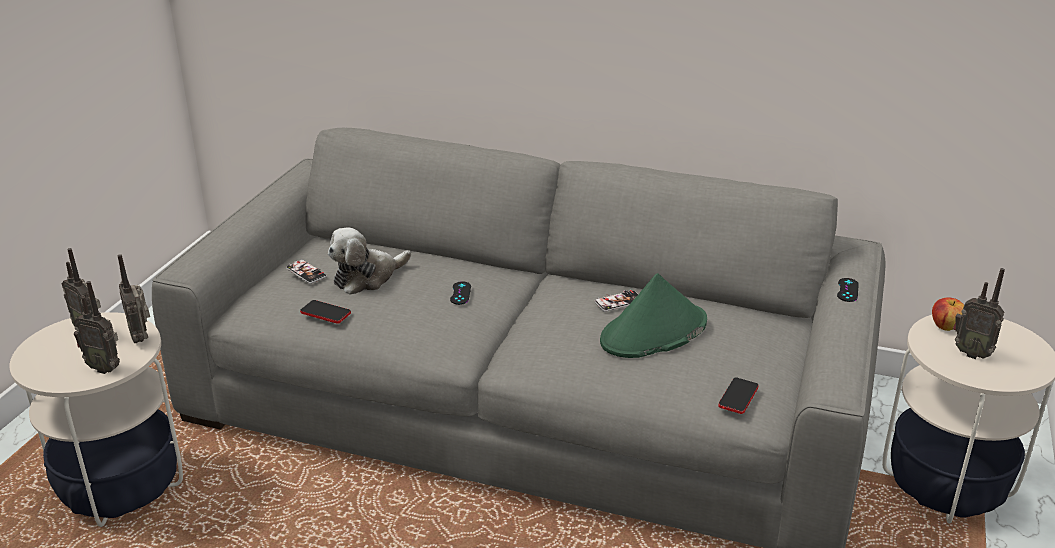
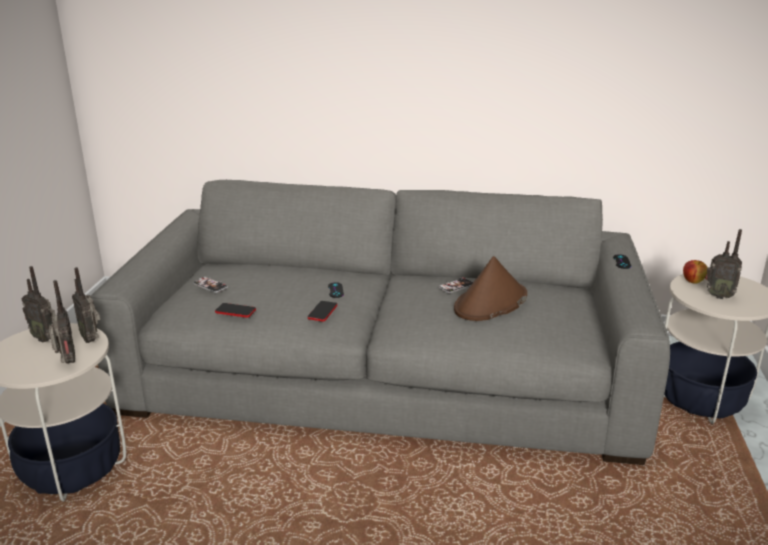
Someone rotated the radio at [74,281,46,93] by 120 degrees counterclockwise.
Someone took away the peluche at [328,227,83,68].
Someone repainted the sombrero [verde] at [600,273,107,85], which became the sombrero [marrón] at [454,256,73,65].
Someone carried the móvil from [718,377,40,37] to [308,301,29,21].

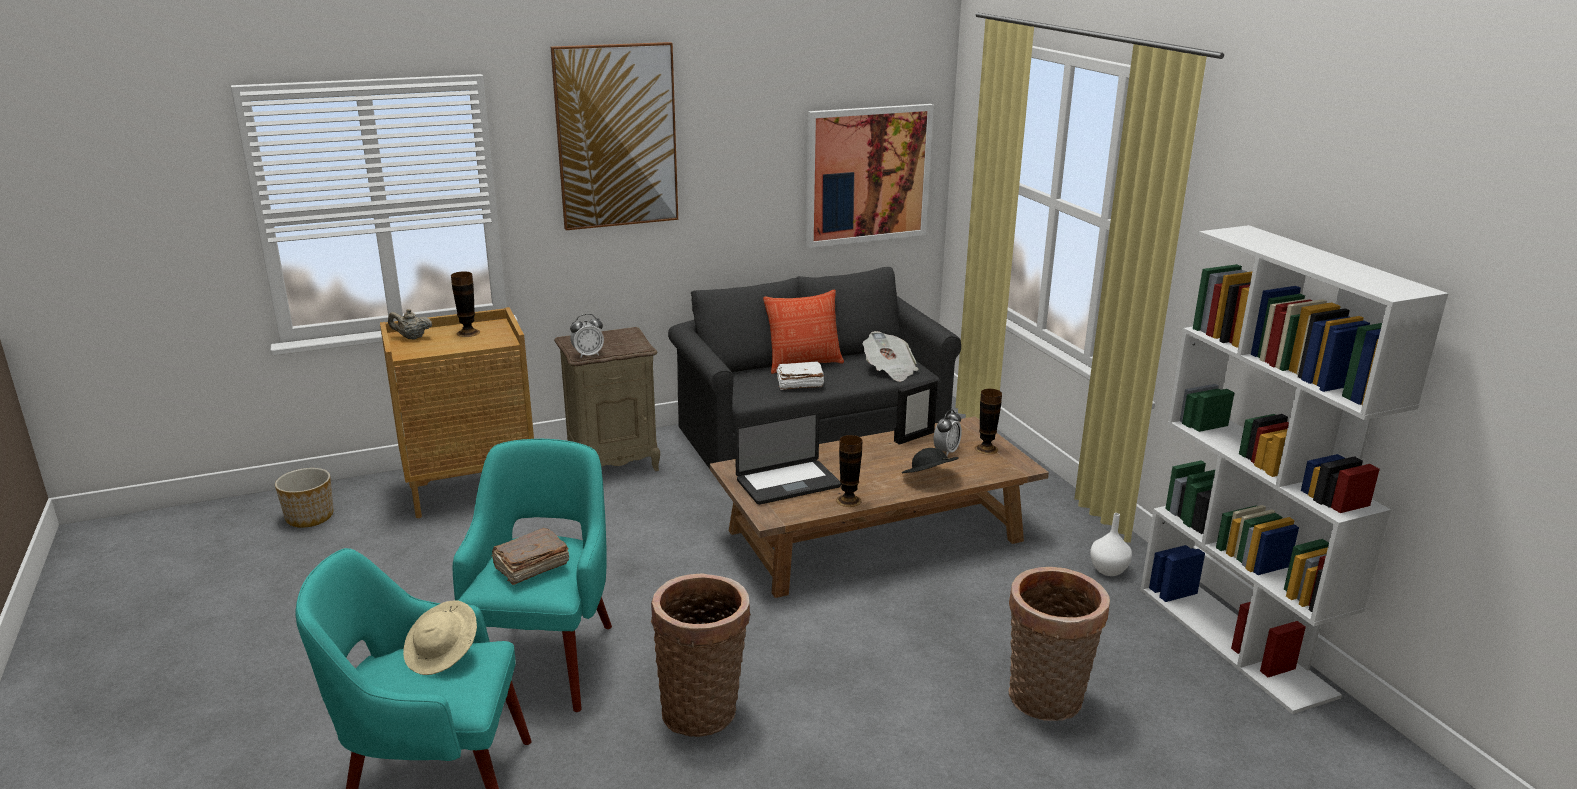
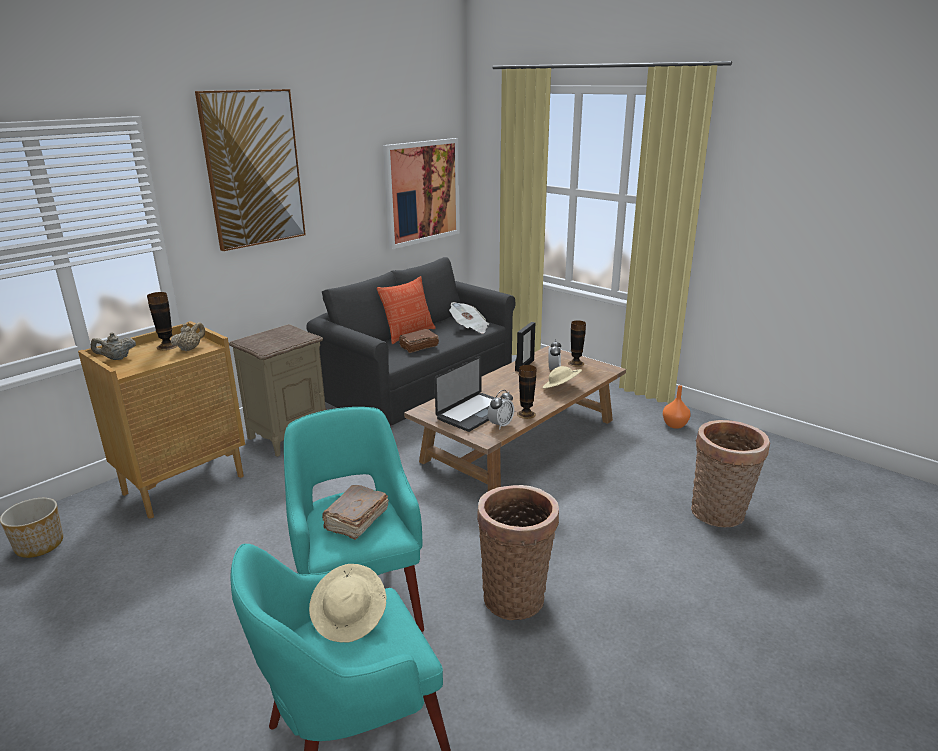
Someone carried the despertador from [570,314,34,44] to [488,390,26,40].
Someone repainted the libro [blanco] at [777,362,47,28], which became the libro [marrón] at [399,329,40,24].
Someone repainted the sombrero [negro] at [902,448,57,25], which became the sombrero [beis] at [543,366,39,23].
Someone repainted the florero [blanco] at [1090,513,42,63], which became the florero [naranja] at [663,385,28,44].
Someone took away the estantería [blanco] at [1140,225,309,489].
Someone put down the tetera [beis] at [171,322,34,29].

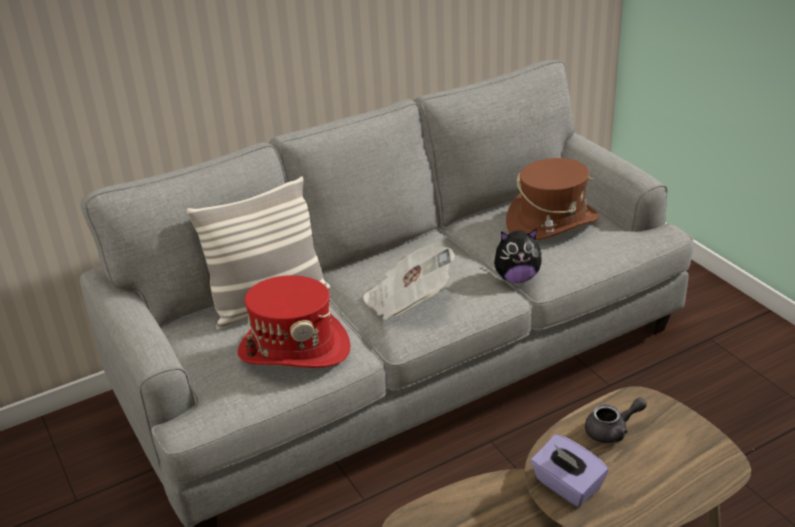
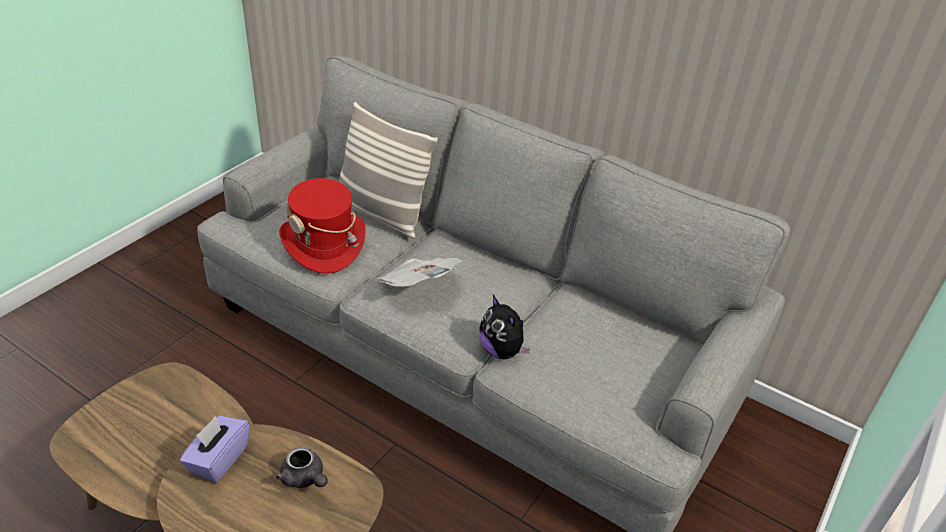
Someone took away the sombrero [marrón] at [506,158,93,82].

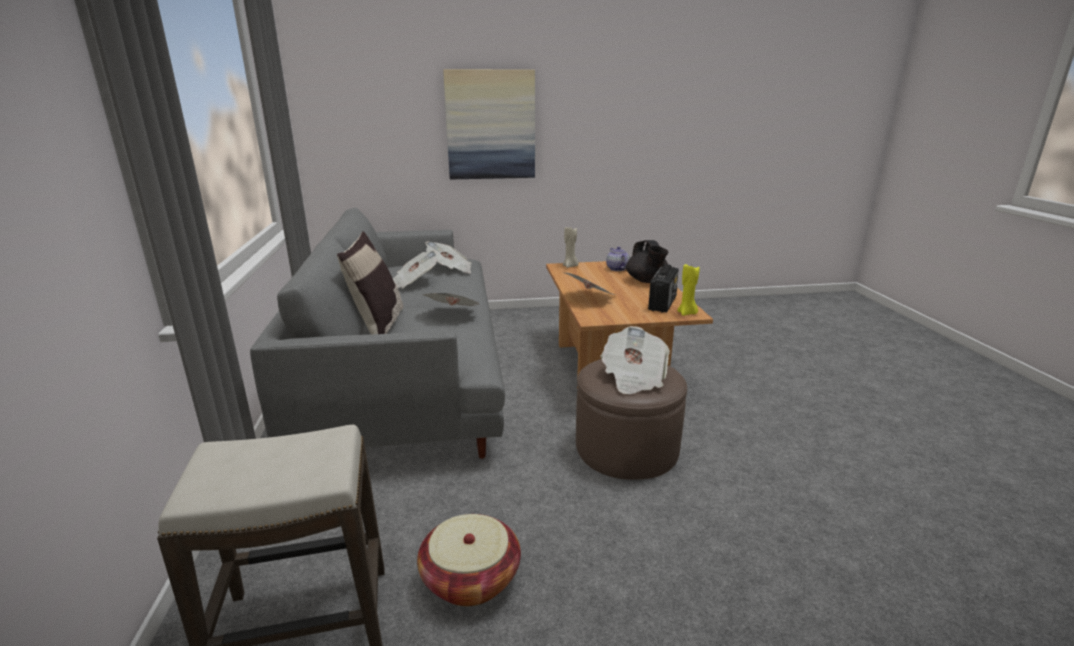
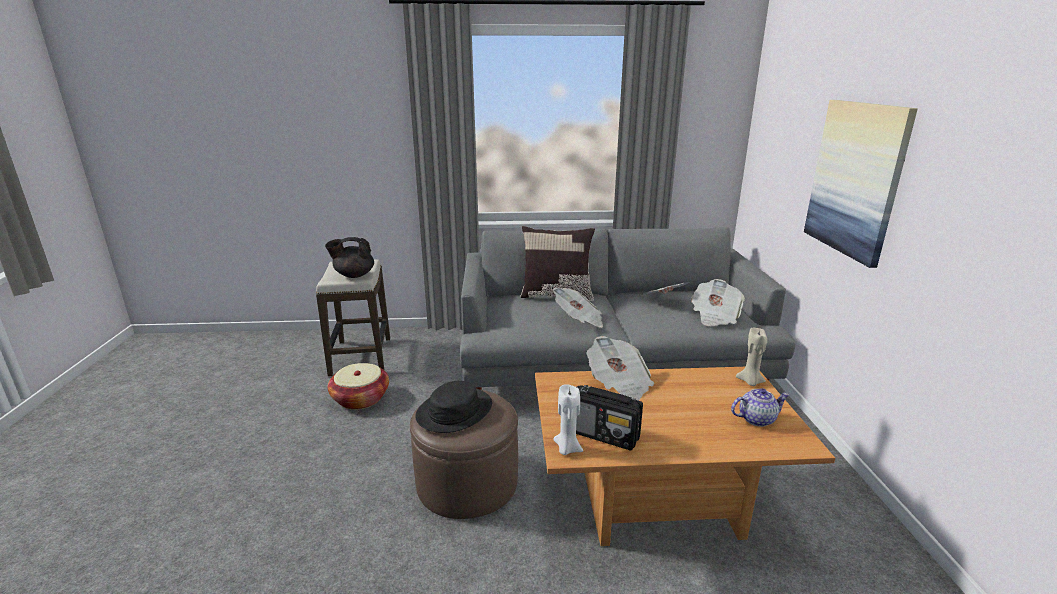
Someone swapped the periódico at [601,326,69,68] for the sombrero [negro] at [415,381,77,52].
Someone carried the tetera [negro] from [626,240,42,43] to [325,237,49,41].
Someone repainted the vela [amarillo] at [677,264,23,52], which became the vela [blanco] at [553,384,30,71].

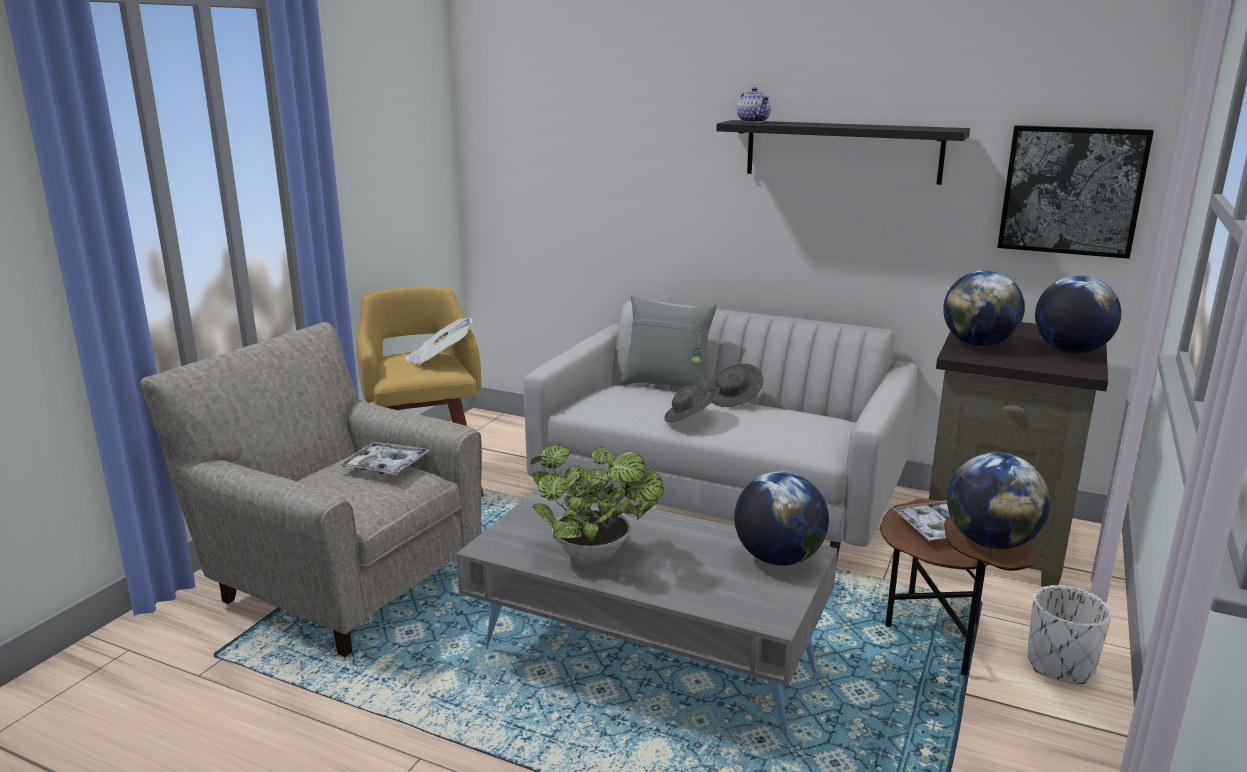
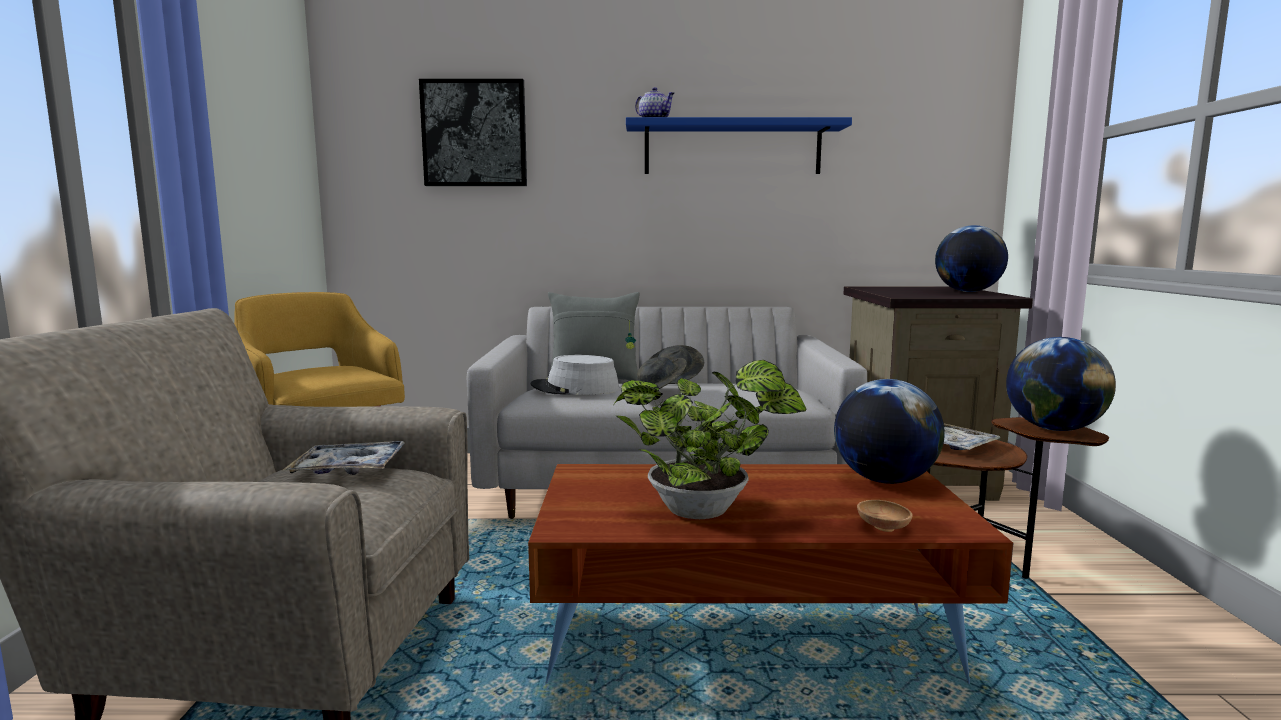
Someone took away the periódico at [405,318,68,47].
Someone repainted the mesa de centro [gris] at [456,488,382,253], which became the mesa de centro [marrón] at [528,464,485,220].
Someone repainted the estante [negro] at [716,120,254,65], which became the estante [azul] at [626,117,226,57].
Someone took away the globo terráqueo at [943,270,82,76].
Someone carried the cuadro from [997,125,157,134] to [419,79,108,107].
Someone took away the maceta [blanco] at [1028,585,84,99].
Someone put down the sombrero [gris] at [530,355,89,40].
Someone put down the cuenco [marrón] at [857,500,56,32].

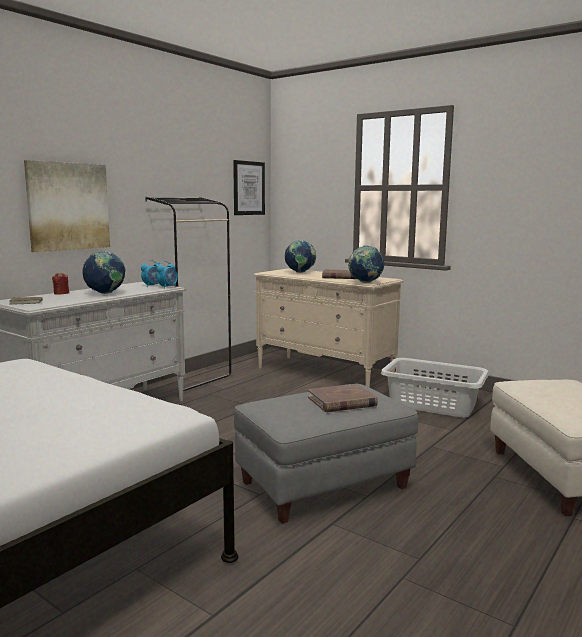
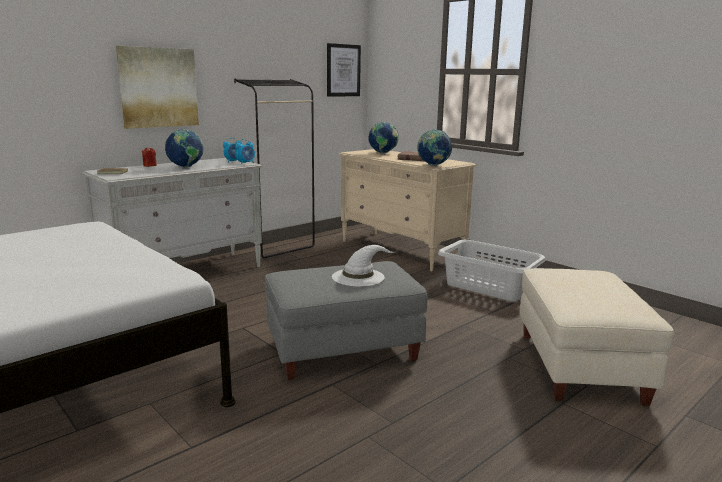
Someone swapped the libro [marrón] at [308,384,70,28] for the sombrero [blanco] at [332,245,62,41].

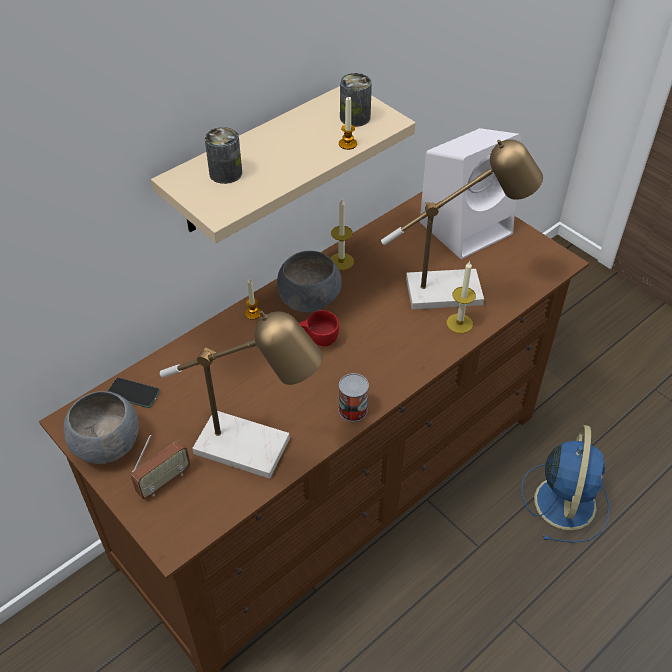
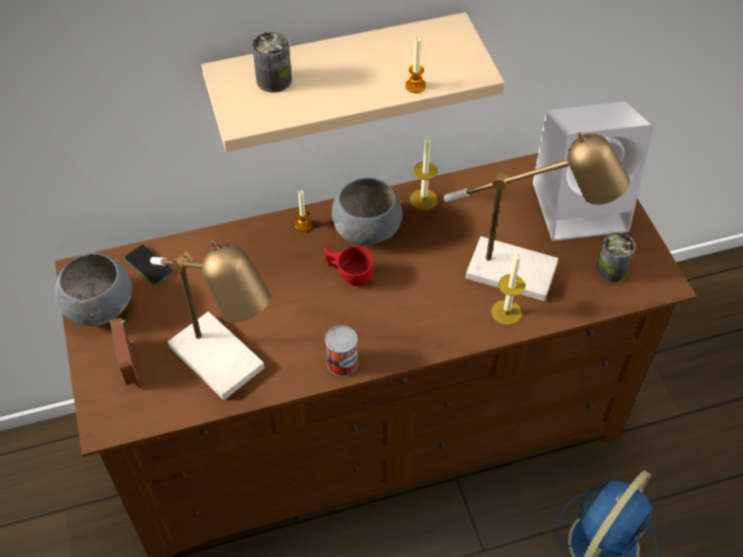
Someone rotated the radio at [131,435,60,64] by 90 degrees clockwise.
Someone carried the lata from [340,73,32,54] to [596,233,39,50].

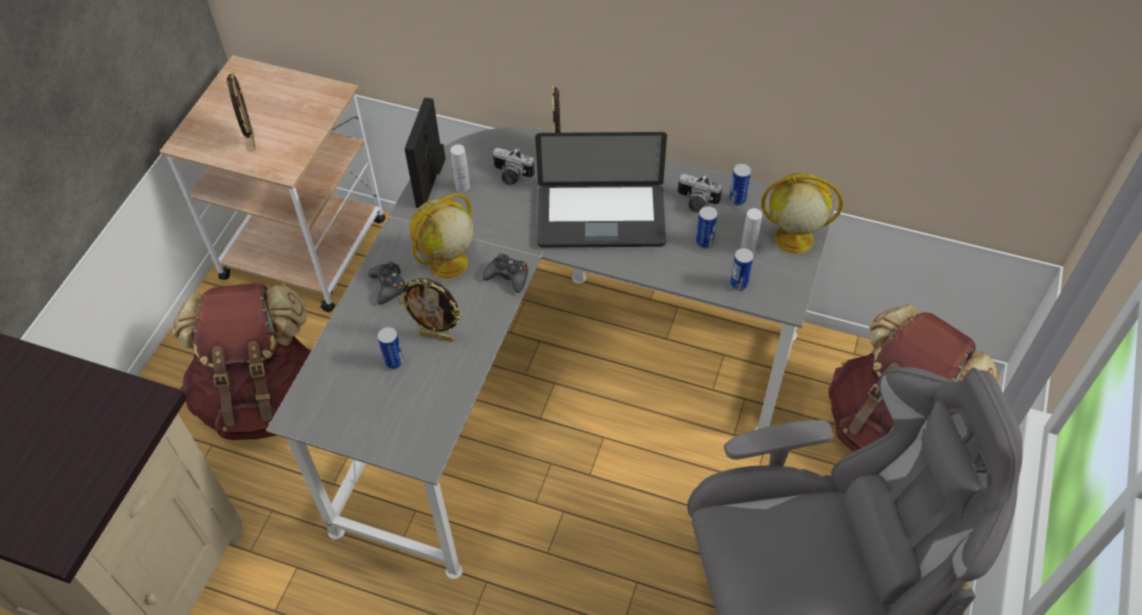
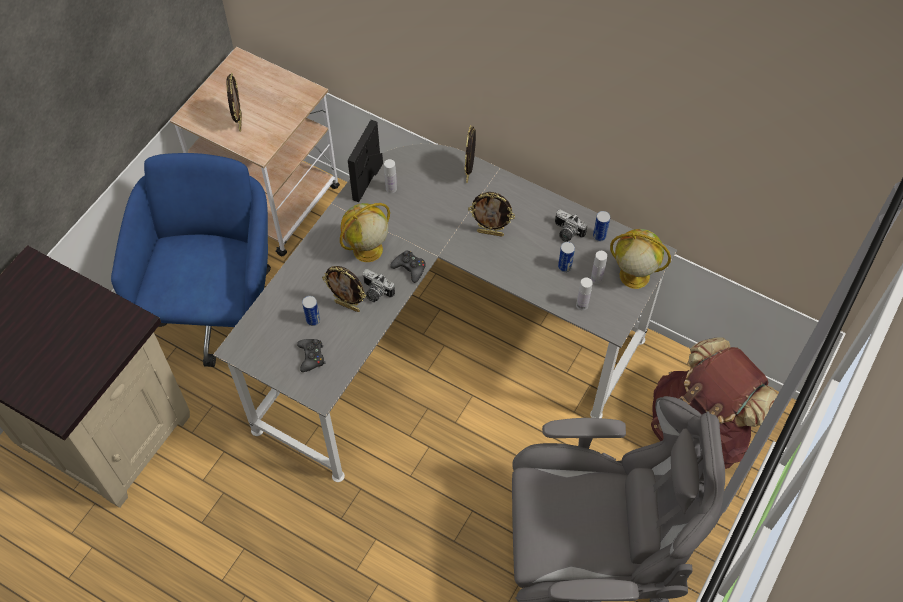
Someone swapped the mochila [marrón] at [173,283,137,157] for the silla de oficina [azul] at [111,153,160,214].
Someone carried the mando de consola [negro] from [368,262,38,42] to [297,339,28,33].
Someone carried the cámara from [493,148,42,37] to [363,269,32,33].
Someone swapped the portátil at [535,132,132,116] for the portarretratos at [468,192,47,45].
Someone swapped the lata at [730,248,24,43] for the botella [blanco] at [576,278,17,33].

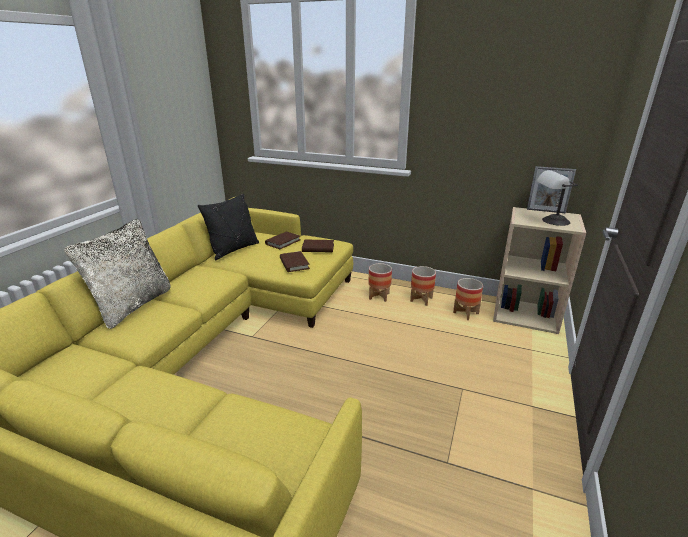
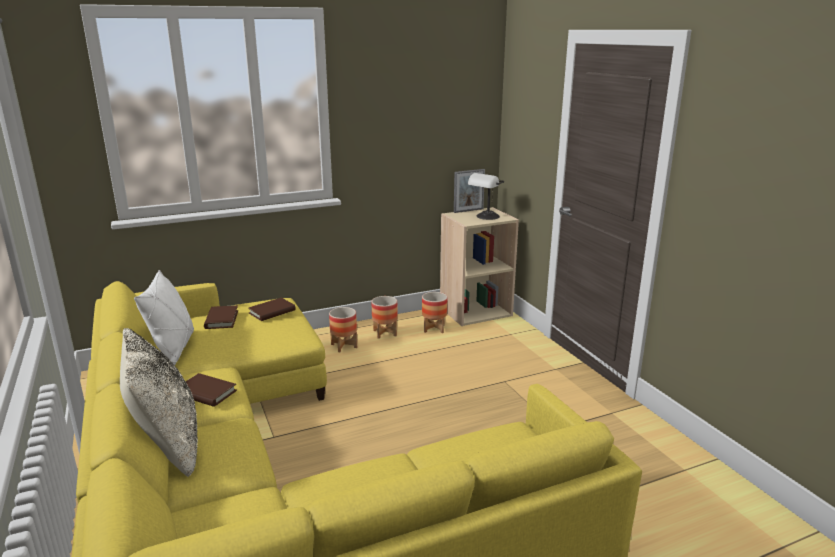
Someone repainted the cojín [negro] at [198,194,61,66], which became the cojín [blanco] at [134,270,60,95].
Someone carried the libro [marrón] from [280,251,30,21] to [186,373,51,34].

